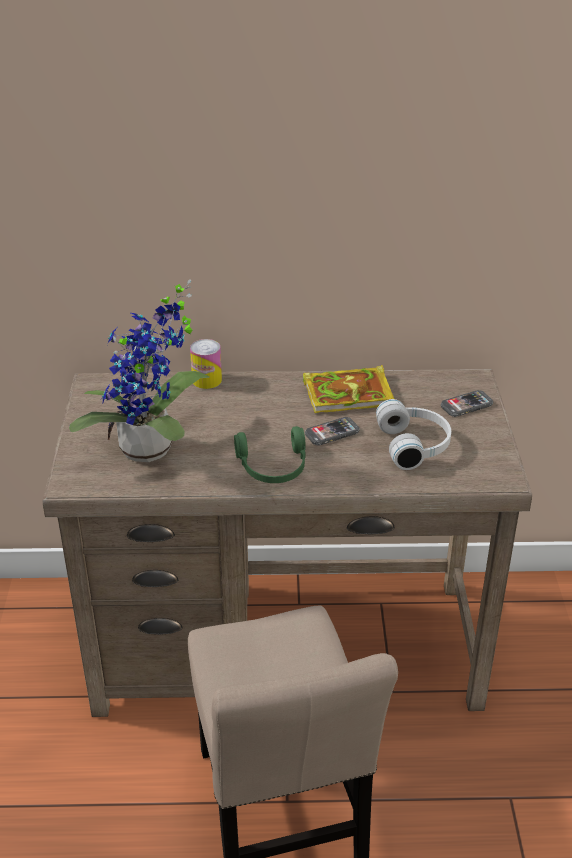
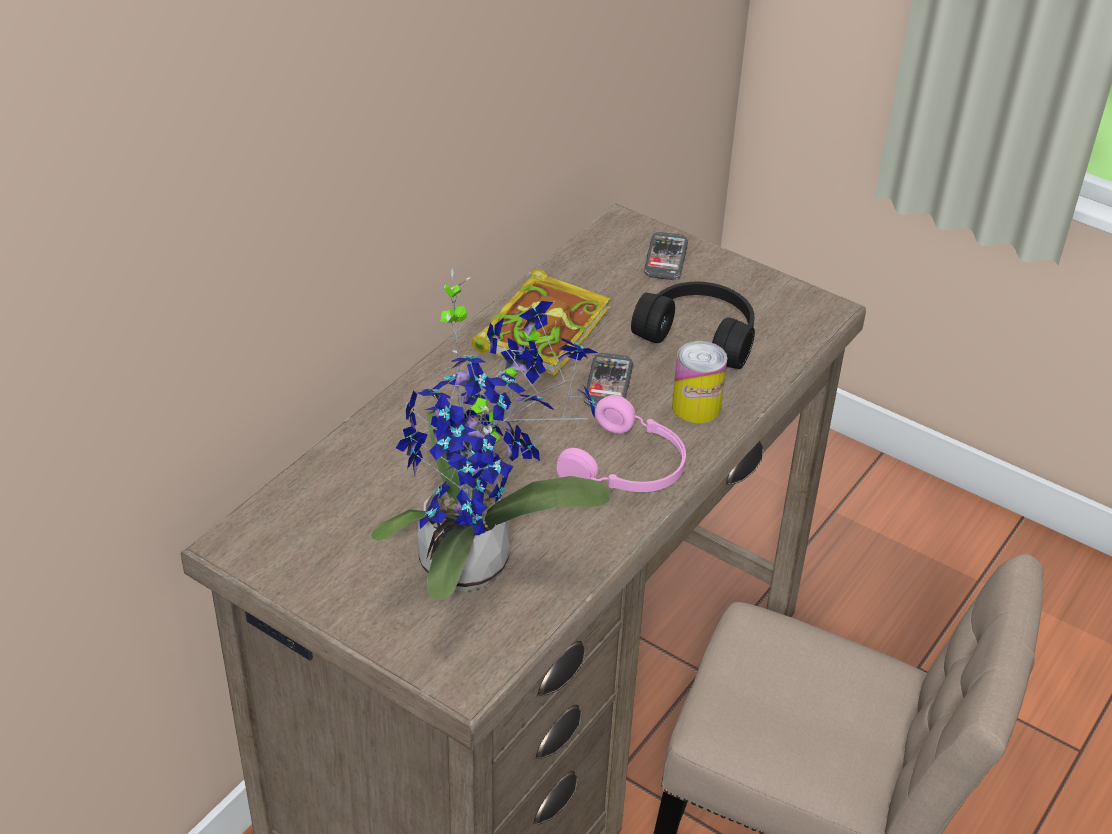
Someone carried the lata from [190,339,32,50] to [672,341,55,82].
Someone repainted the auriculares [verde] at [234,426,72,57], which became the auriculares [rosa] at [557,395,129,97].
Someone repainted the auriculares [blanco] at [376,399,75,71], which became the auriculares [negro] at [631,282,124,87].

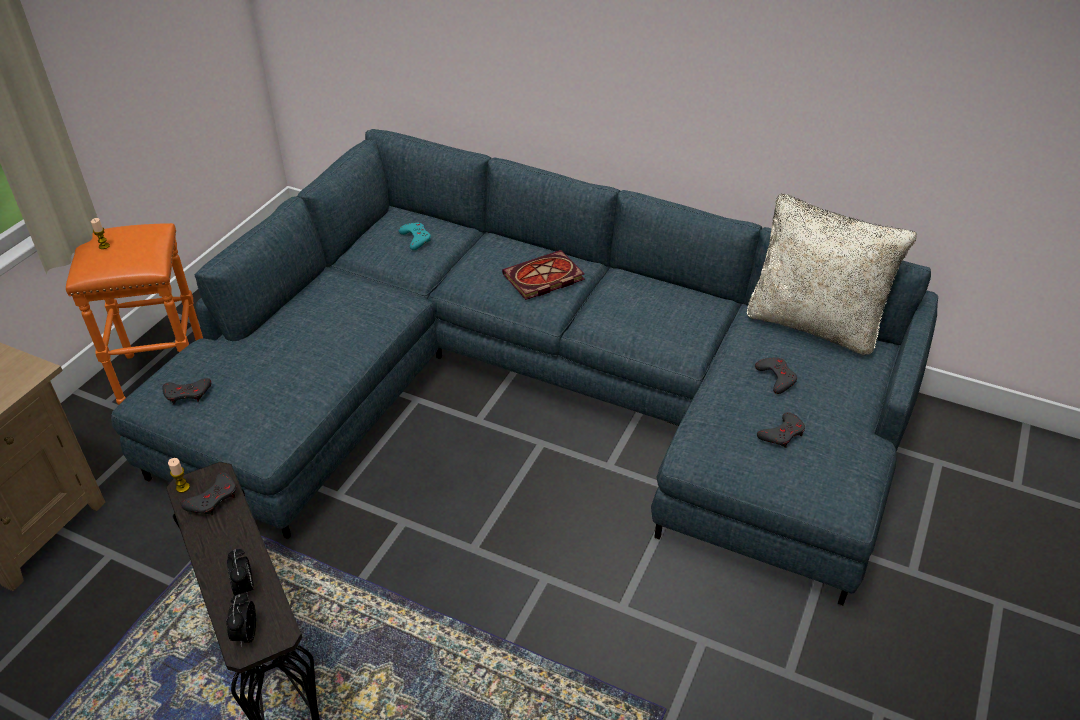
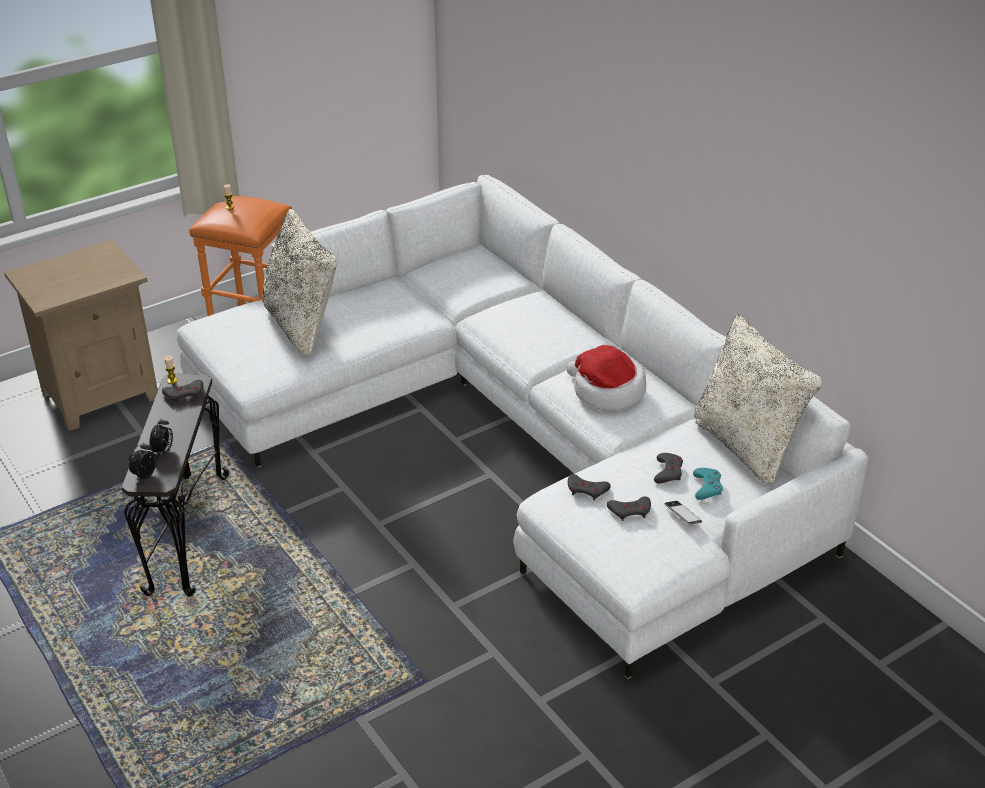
Someone repainted the sofá [azul] at [111,129,827,477], which became the sofá [blanco] at [177,175,691,504].
Someone carried the mando de consola [gris] from [162,378,49,27] to [568,474,43,26].
Someone carried the mando de consola [turquesa] from [398,223,33,27] to [693,468,30,32].
Someone took away the libro at [502,250,83,50].
Someone put down the cojín [beis] at [262,209,76,148].
Someone put down the sombrero at [567,345,79,65].
Someone put down the móvil at [665,501,37,24].

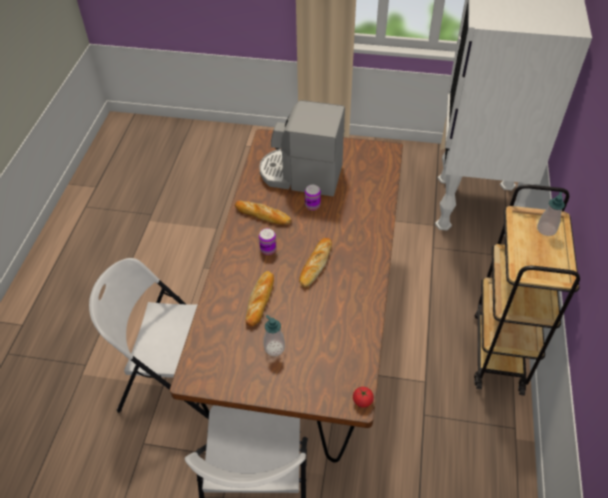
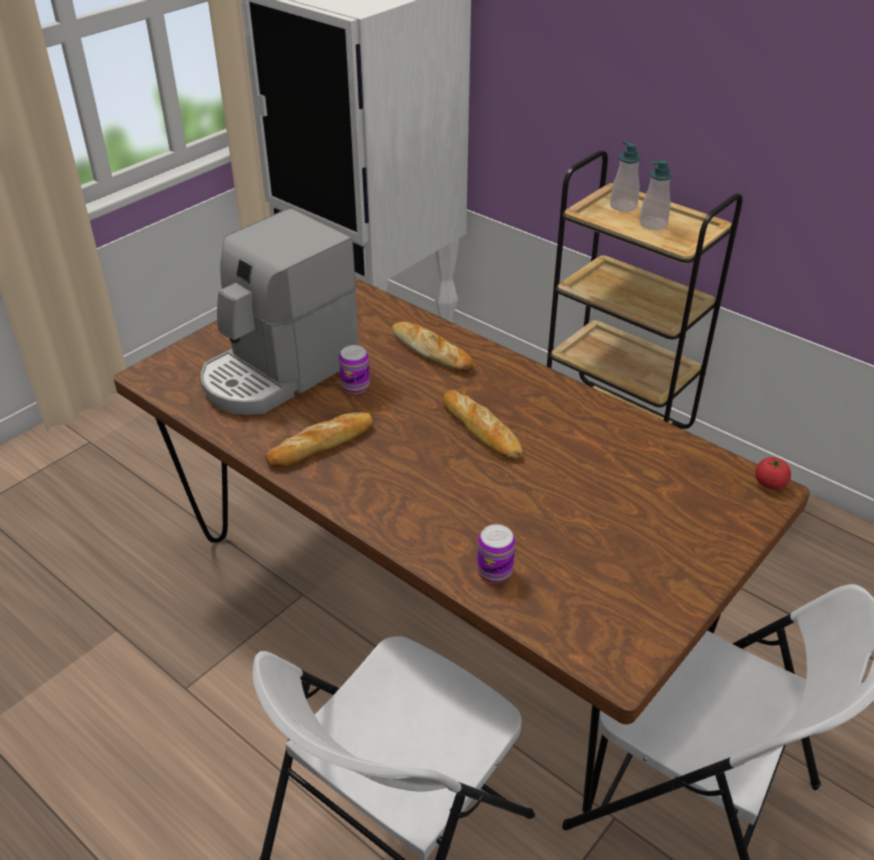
Someone carried the pan from [246,271,28,56] to [392,322,81,50].
Someone carried the lata from [259,228,18,27] to [477,524,38,59].
Someone carried the dispensador de jabón from [264,315,21,41] to [639,160,33,70].

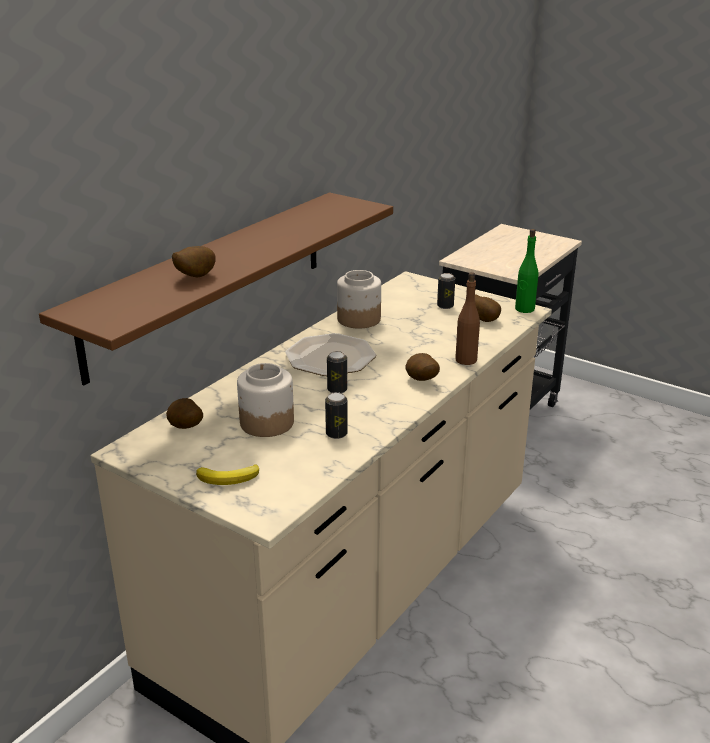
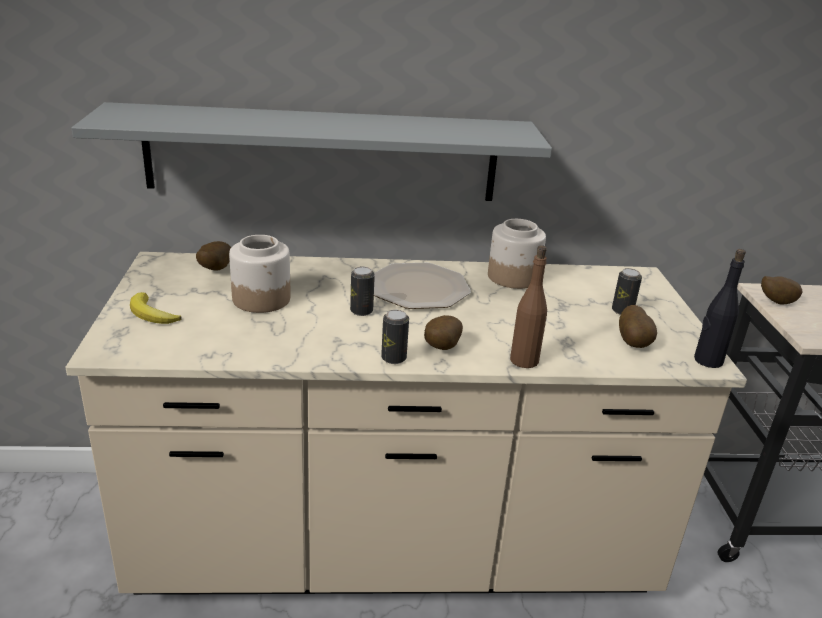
Someone repainted the estante [marrón] at [39,192,354,193], which became the estante [gris] at [71,102,481,99].
Someone carried the patata from [172,246,44,32] to [761,276,42,29].
Someone carried the lata from [325,392,23,47] to [381,310,28,54].
Someone repainted the botella [verde] at [515,229,23,84], which became the botella [negro] at [694,249,52,119].

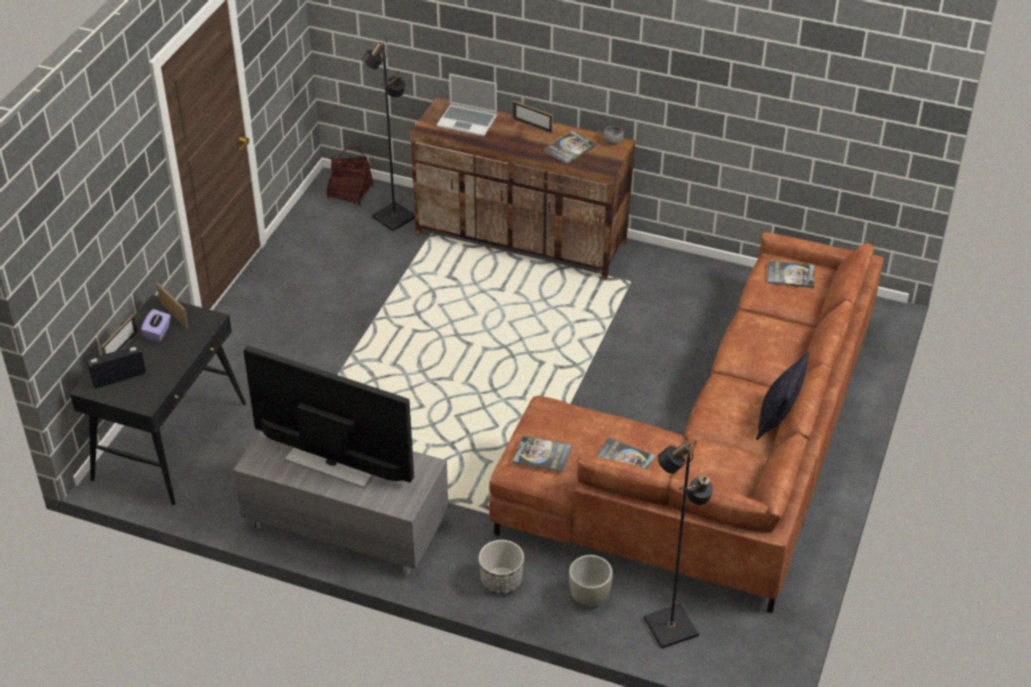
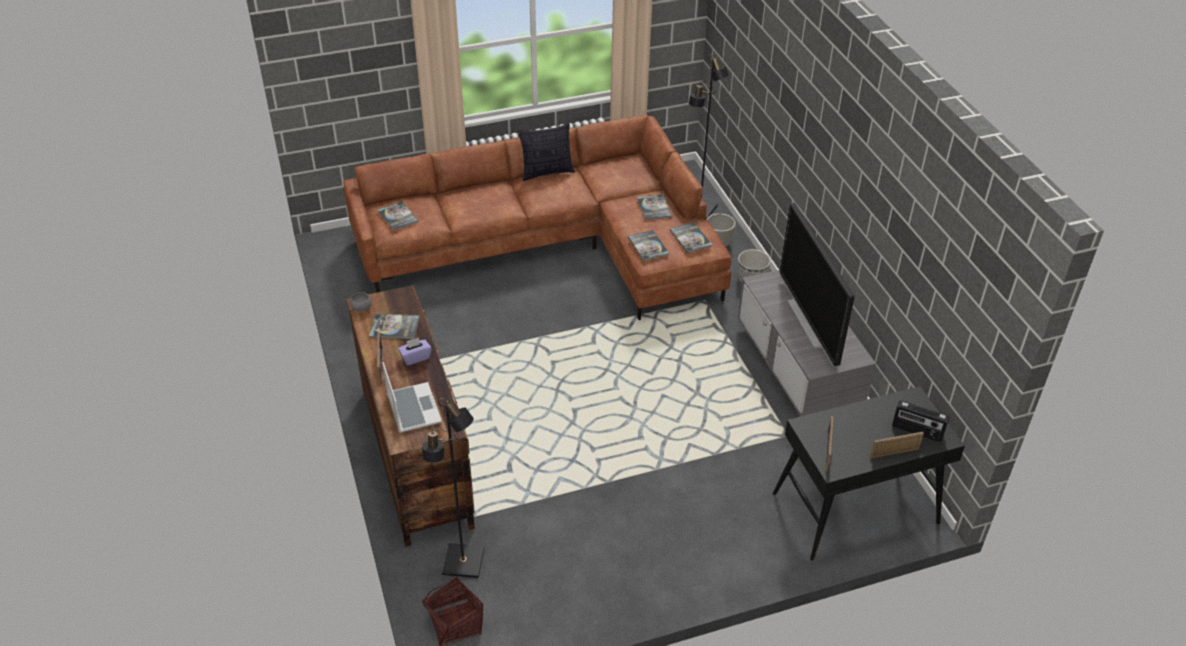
Someone carried the caja de pañuelos [morado] from [141,309,30,33] to [398,338,34,28].
Someone put down the libro at [628,230,41,31].

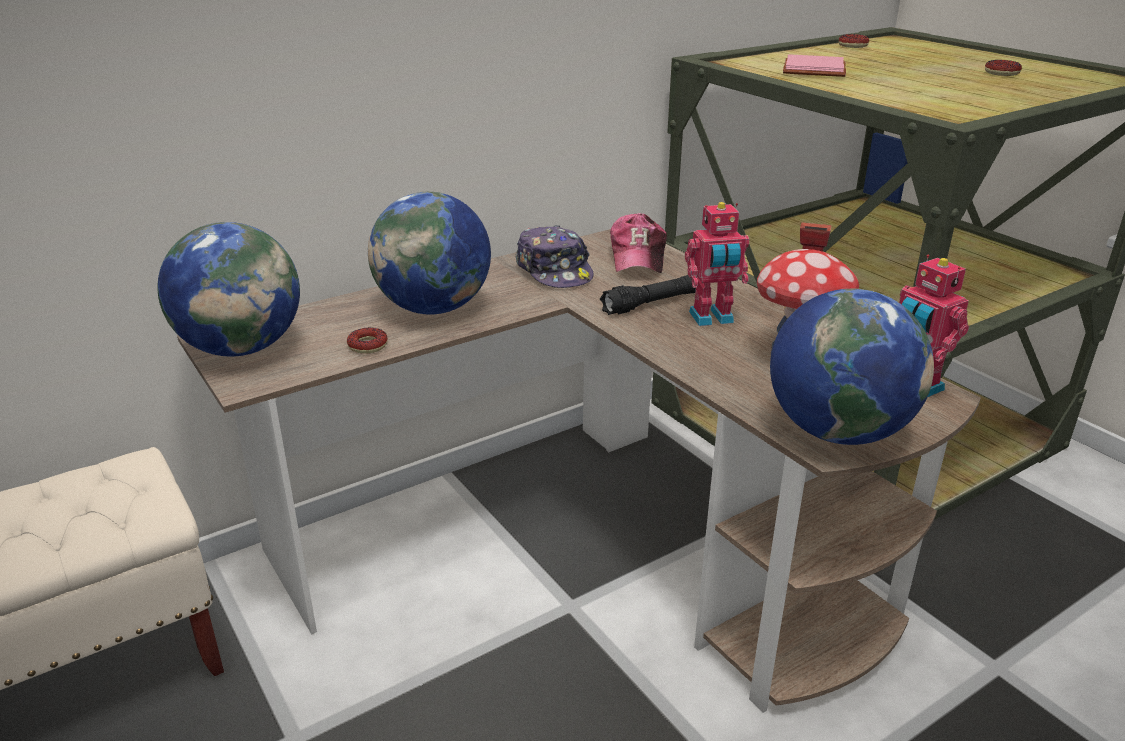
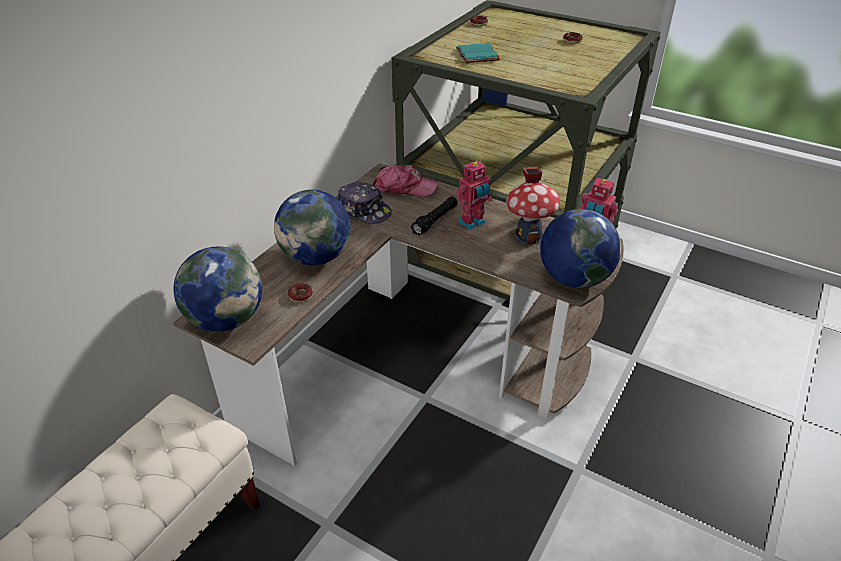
Someone rotated the gorra at [610,213,57,60] by 60 degrees counterclockwise.
Someone repainted the libro [rosa] at [783,54,63,23], which became the libro [turquesa] at [456,43,44,20].

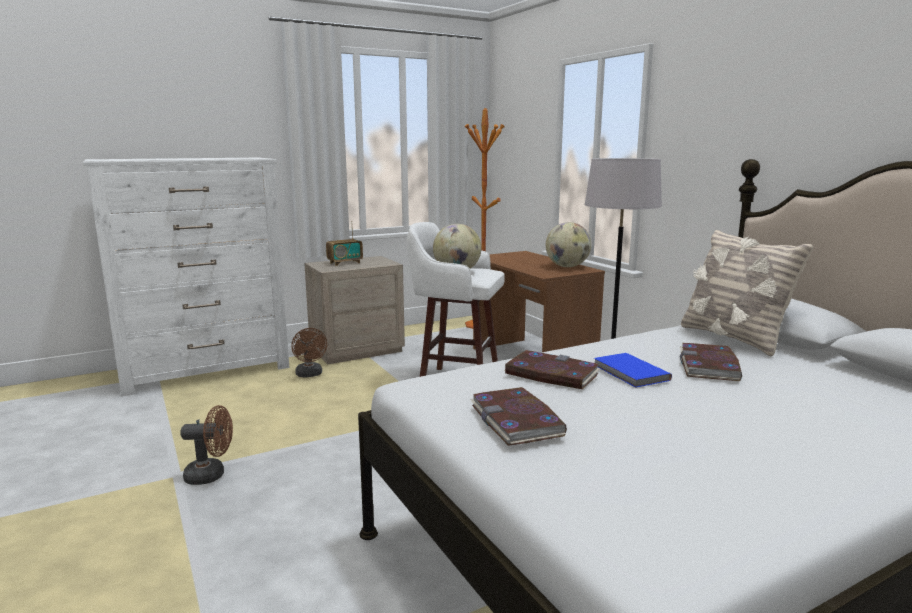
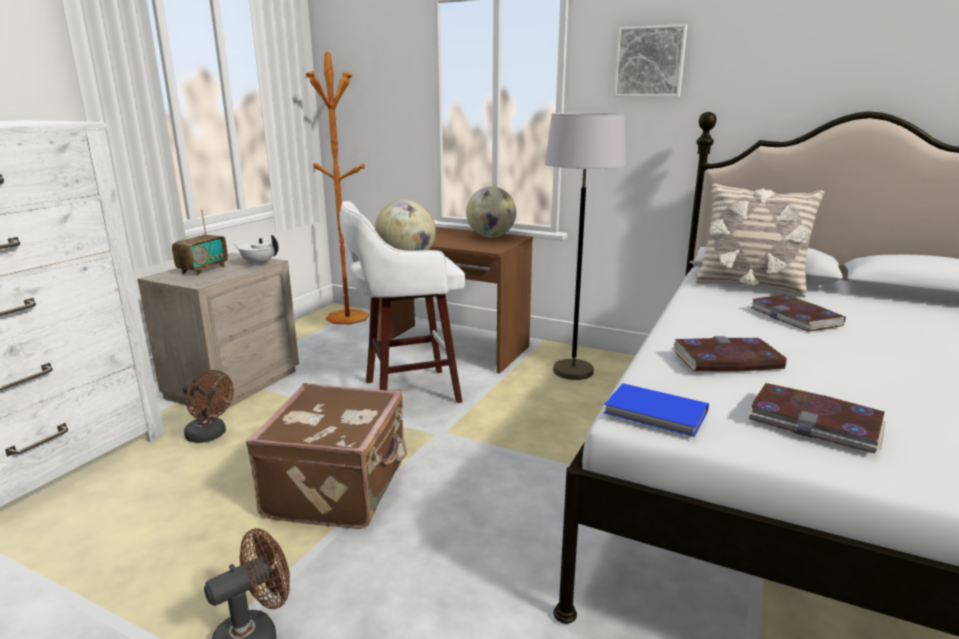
Someone carried the libro [azul] from [594,353,78,35] to [604,383,105,54].
Someone put down the tetera [blanco] at [233,235,46,31].
Someone put down the maleta [marrón] at [246,383,161,146].
Someone put up the cuadro at [614,24,73,73].

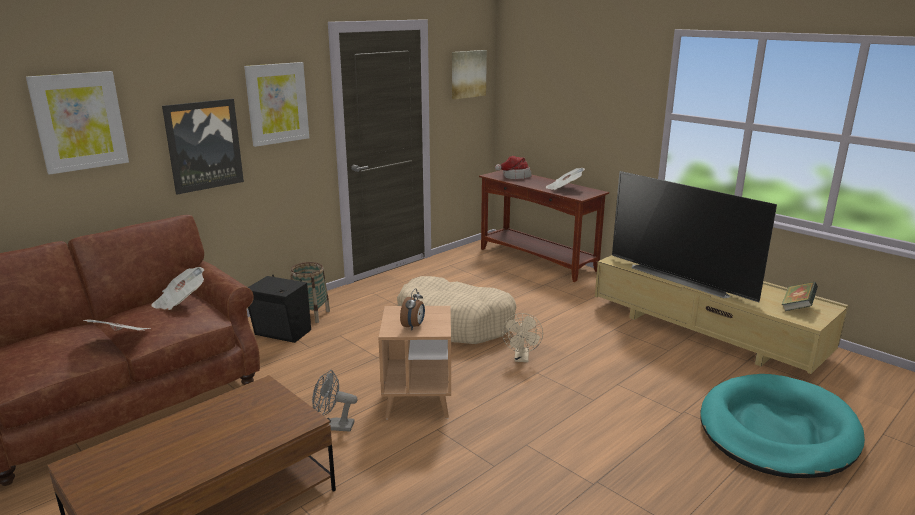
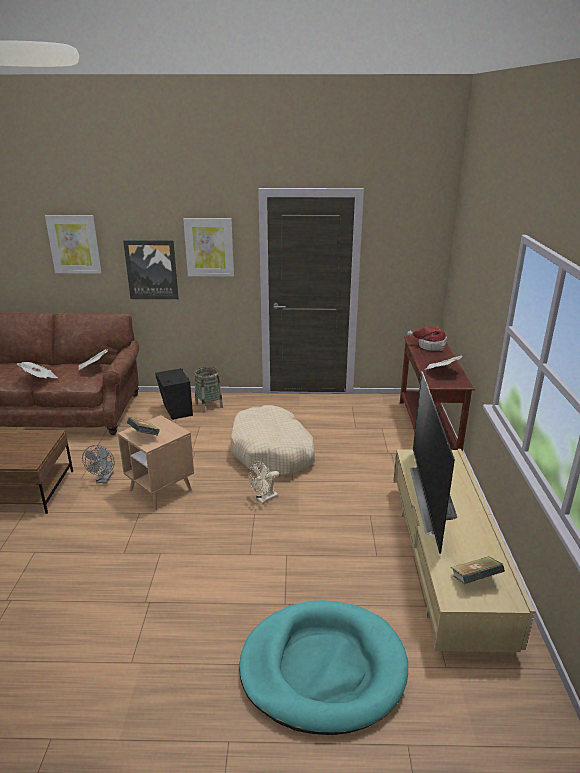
Someone rotated the ventilador [gris] at [312,370,45,62] by 135 degrees counterclockwise.
Someone swapped the despertador at [400,288,25,42] for the libro at [127,417,33,19].
Someone took away the cuadro at [452,50,35,49].

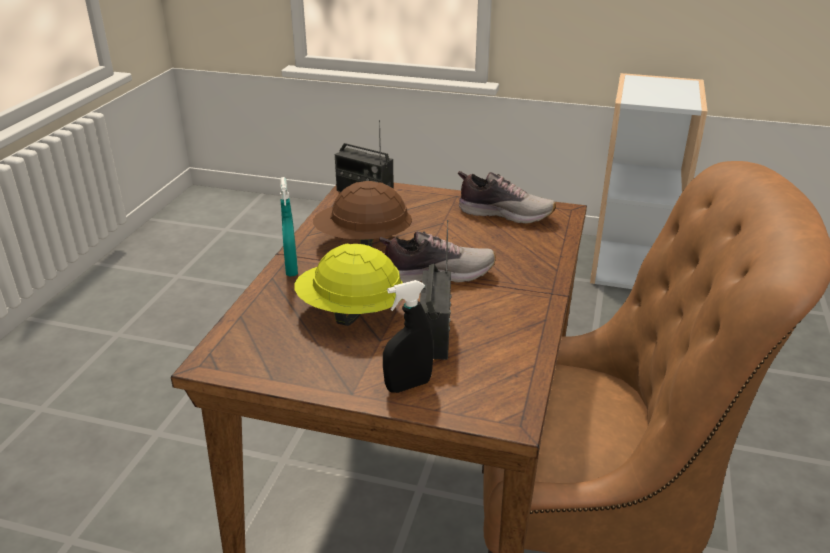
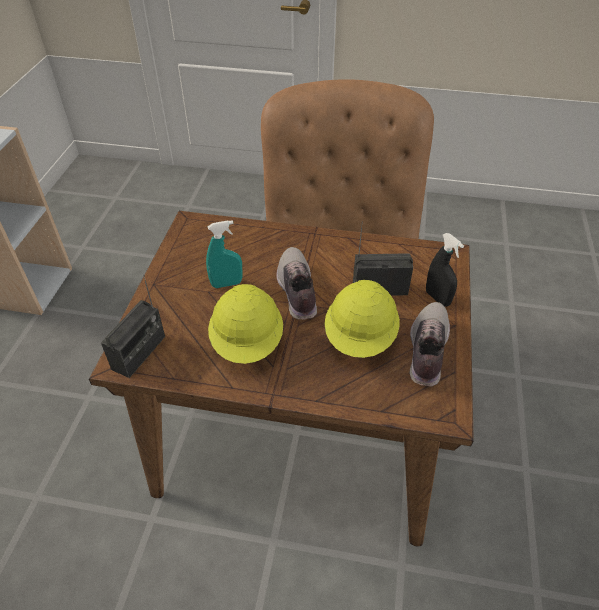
Someone carried the pulverizador [turquesa] from [280,177,18,100] to [206,220,36,68].
Someone repainted the casco [marrón] at [313,181,99,66], which became the casco [amarillo] at [208,284,75,80].
Someone carried the zapato from [458,171,98,53] to [409,302,41,84].

